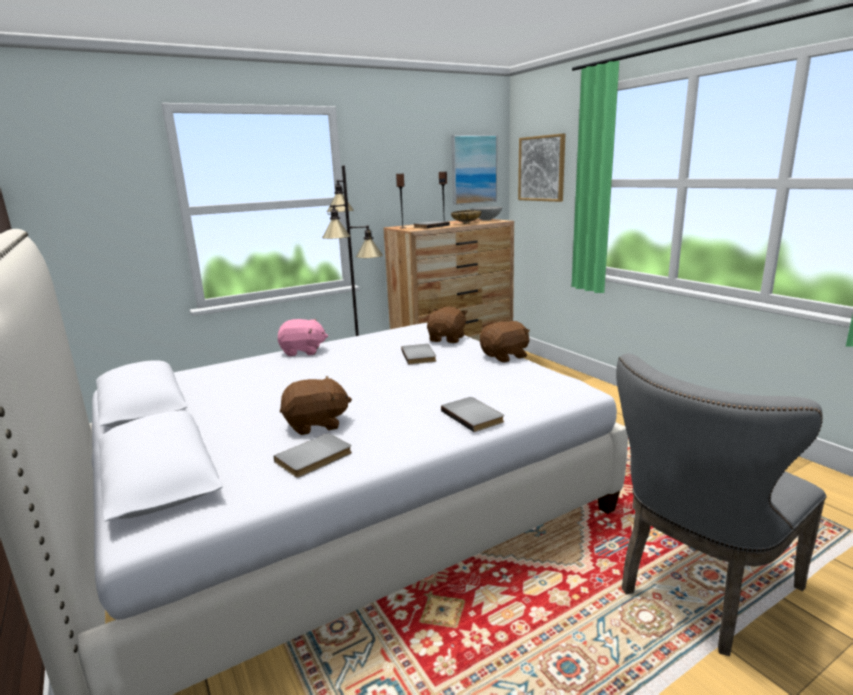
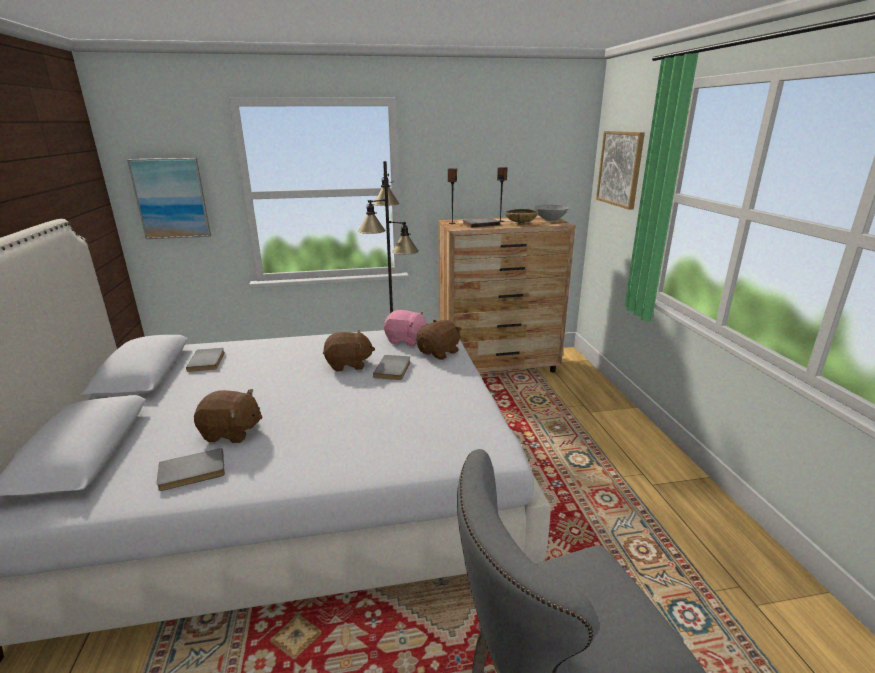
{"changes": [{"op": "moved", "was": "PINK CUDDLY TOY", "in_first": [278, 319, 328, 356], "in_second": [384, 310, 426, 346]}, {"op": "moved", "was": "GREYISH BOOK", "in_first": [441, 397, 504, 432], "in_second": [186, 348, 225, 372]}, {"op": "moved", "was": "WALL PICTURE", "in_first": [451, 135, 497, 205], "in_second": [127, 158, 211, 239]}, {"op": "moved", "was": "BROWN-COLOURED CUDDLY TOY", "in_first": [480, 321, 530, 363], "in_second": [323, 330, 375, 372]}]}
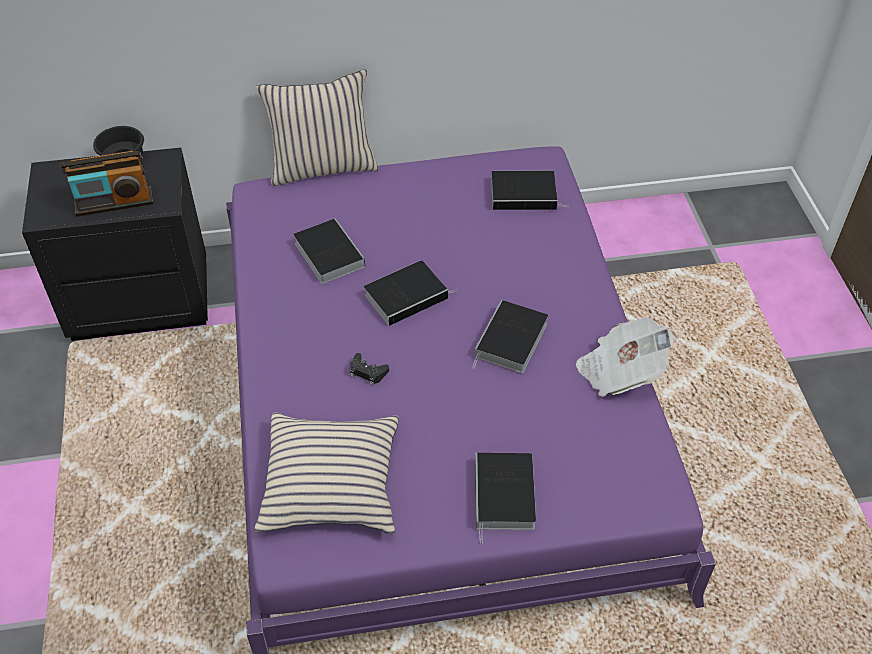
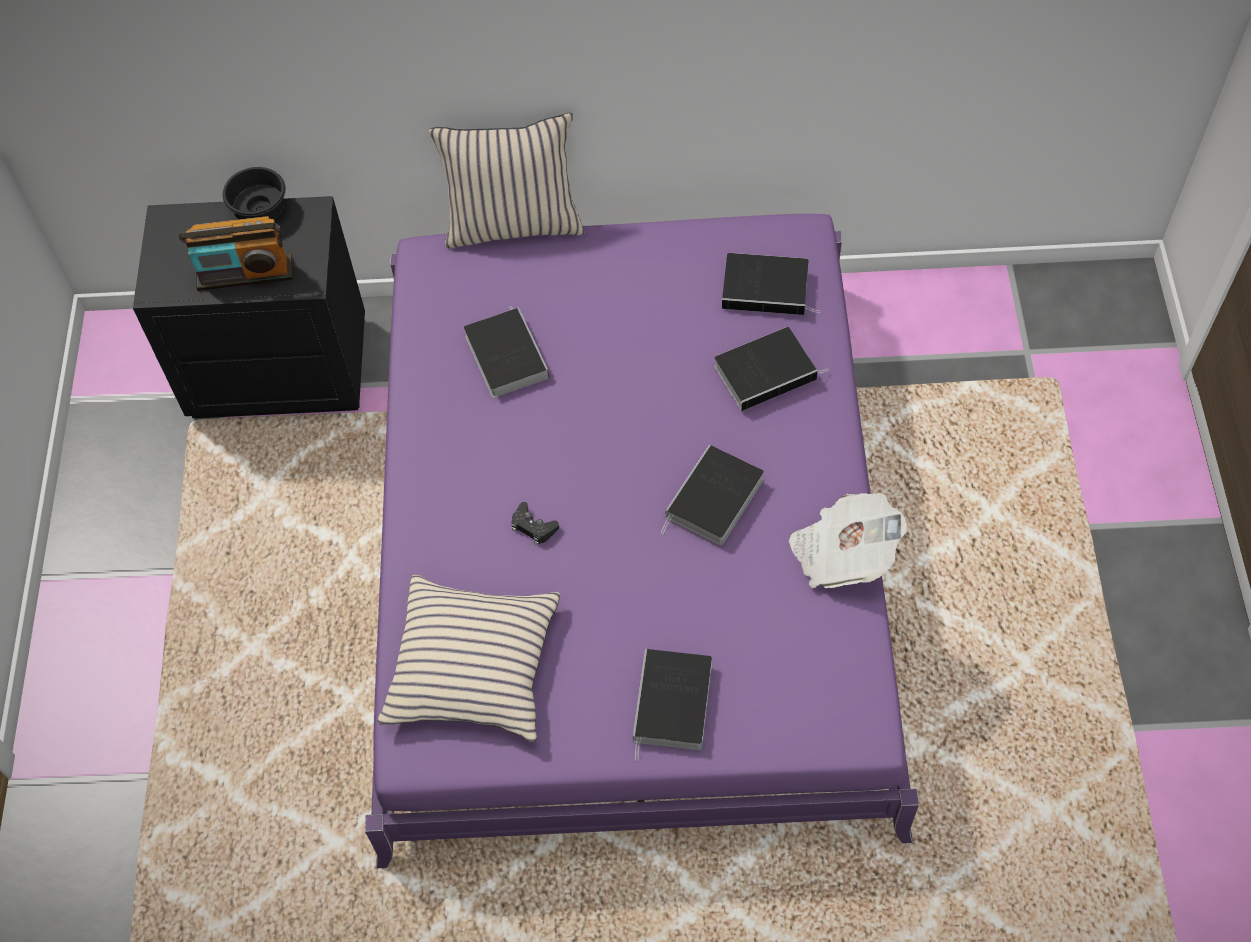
{"changes": [{"op": "moved", "was": "BOOK", "in_first": [364, 260, 457, 326], "in_second": [714, 327, 829, 411]}]}
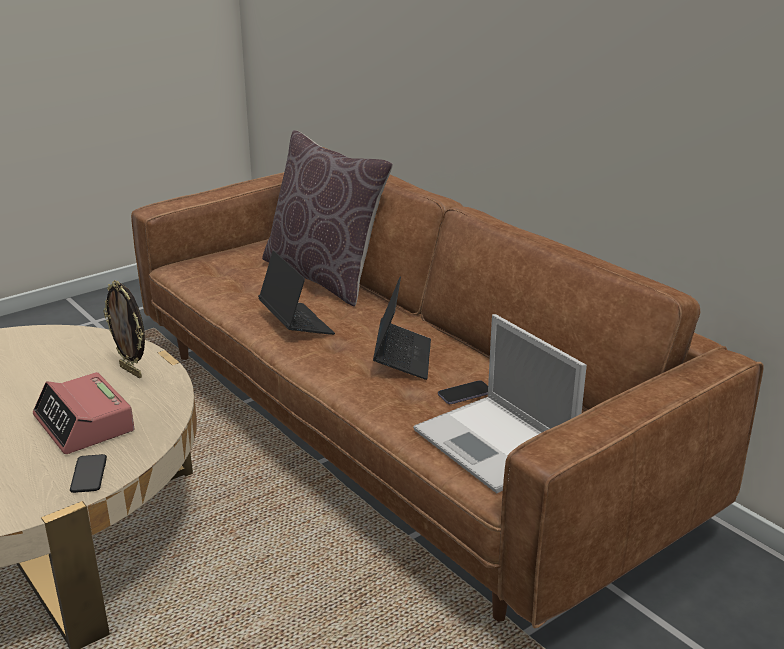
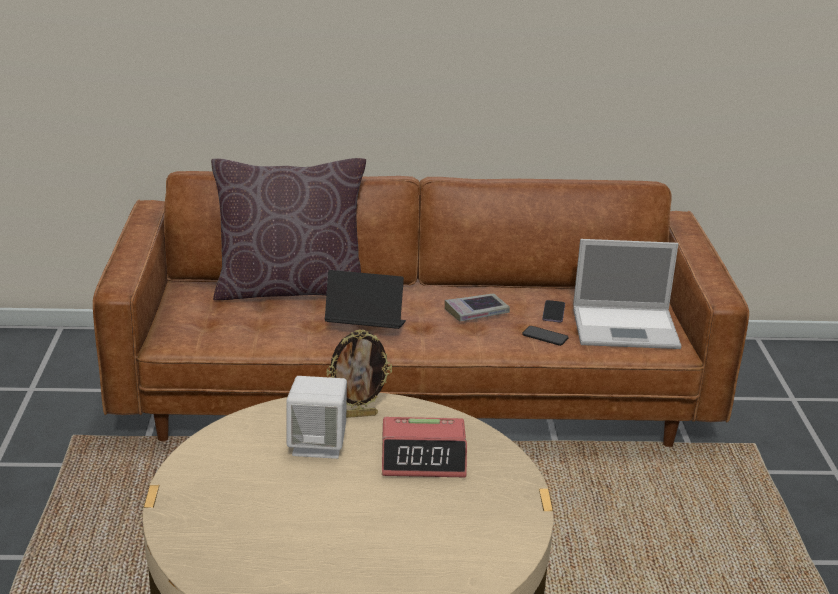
{"changes": [{"op": "moved", "was": "HANDSET", "in_first": [70, 454, 107, 493], "in_second": [522, 326, 569, 346]}, {"op": "replaced", "was": "LAPTOP", "now": "BOOK", "in_first": [373, 276, 431, 380], "in_second": [445, 294, 510, 322]}, {"op": "added", "now": "WHITE-COLOURED SPEAKER", "in_second": [287, 376, 347, 459]}]}
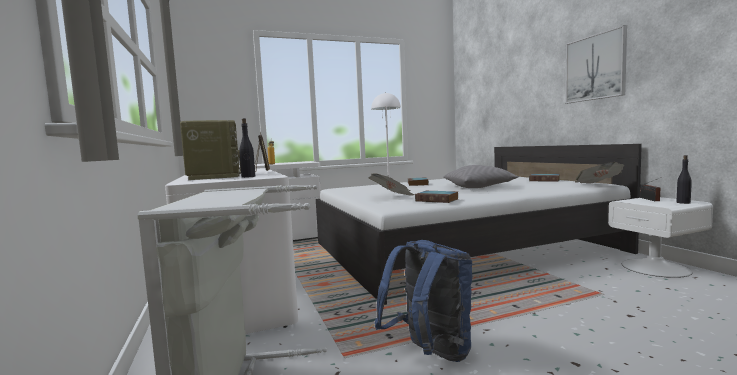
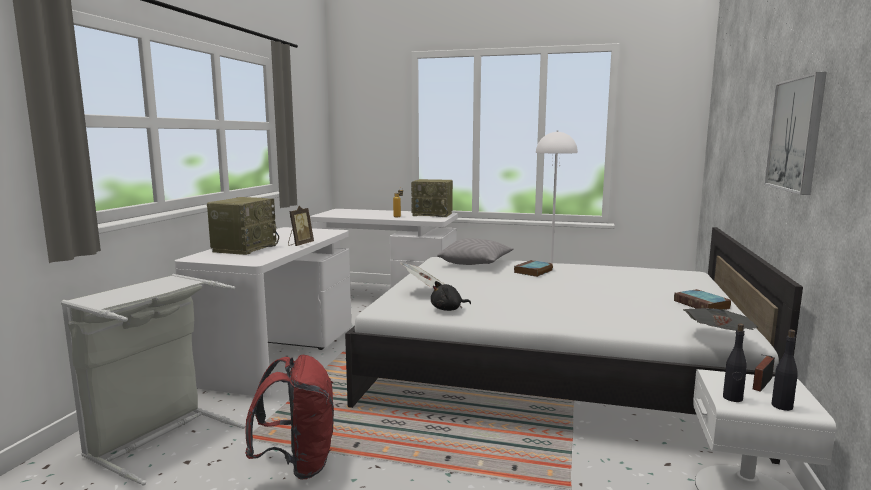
{"changes": [{"op": "moved", "was": "BLACK-COLOURED BOTTLE", "in_first": [239, 118, 255, 178], "in_second": [723, 323, 747, 402]}, {"op": "recoloured", "was": "BLUE-COLOURED BACKPACK", "now": "REDDISH BACKPACK", "in_first": [374, 240, 472, 362], "in_second": [245, 355, 334, 479]}, {"op": "replaced", "was": "BOOK", "now": "BLACK-COLOURED CUDDLY TOY", "in_first": [415, 191, 459, 203], "in_second": [431, 281, 471, 311]}, {"op": "moved", "was": "GREYISH CUSHION", "in_first": [443, 165, 519, 188], "in_second": [437, 238, 514, 265]}, {"op": "added", "now": "RADIO RECEIVER", "in_second": [411, 179, 453, 217]}]}
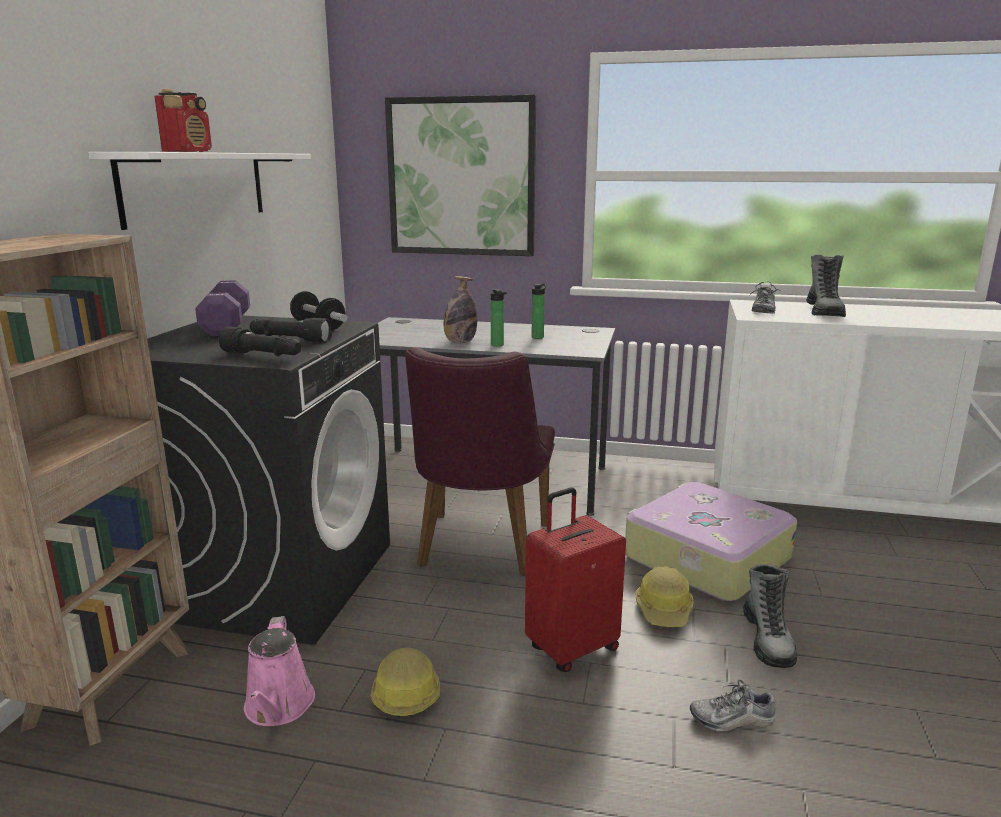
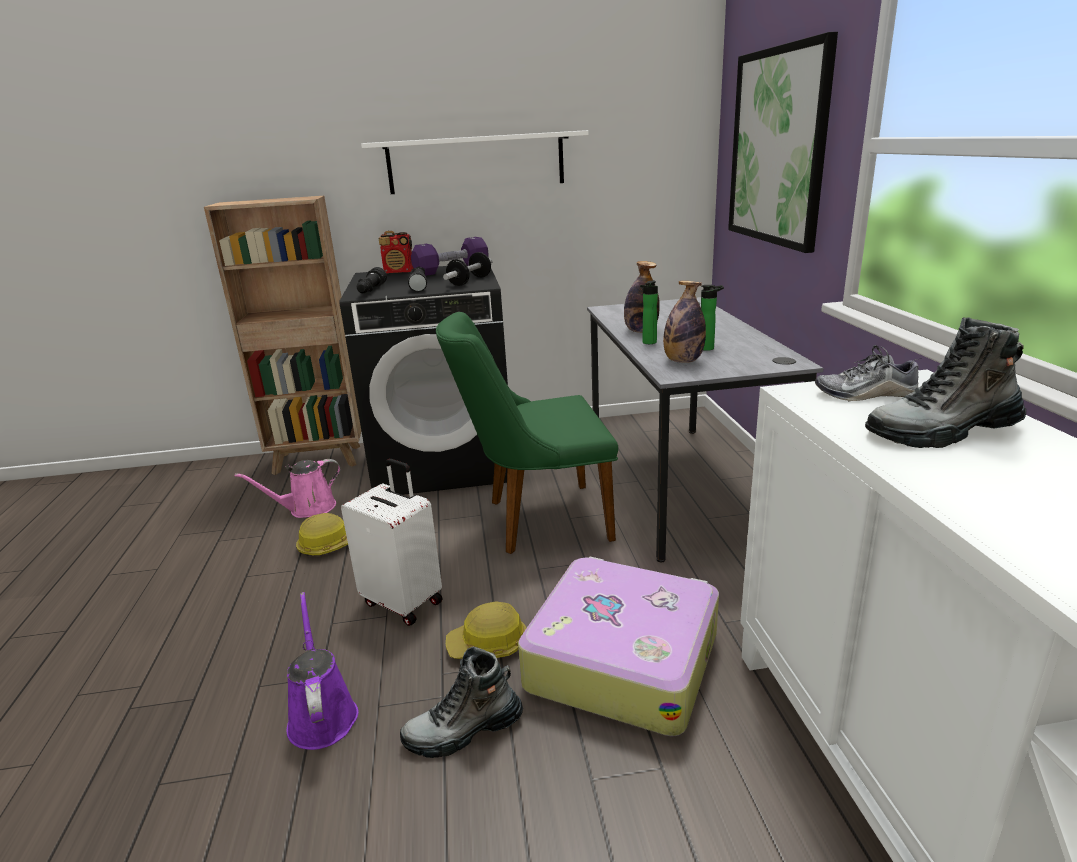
{"changes": [{"op": "moved", "was": "RADIO RECEIVER", "in_first": [155, 89, 212, 152], "in_second": [379, 231, 414, 273]}, {"op": "recoloured", "was": "PURPLISH CHAIR", "now": "GREENISH CHAIR", "in_first": [405, 347, 555, 576], "in_second": [436, 312, 618, 554]}, {"op": "recoloured", "was": "REDDISH PIECE OF LUGGAGE", "now": "WHITE-COLOURED PIECE OF LUGGAGE", "in_first": [525, 487, 626, 672], "in_second": [341, 459, 443, 626]}, {"op": "replaced", "was": "LOW SHOE", "now": "PURPLISH WATERING CAN", "in_first": [690, 679, 776, 732], "in_second": [286, 592, 358, 750]}, {"op": "added", "now": "BOTTLE", "in_second": [663, 281, 706, 363]}]}
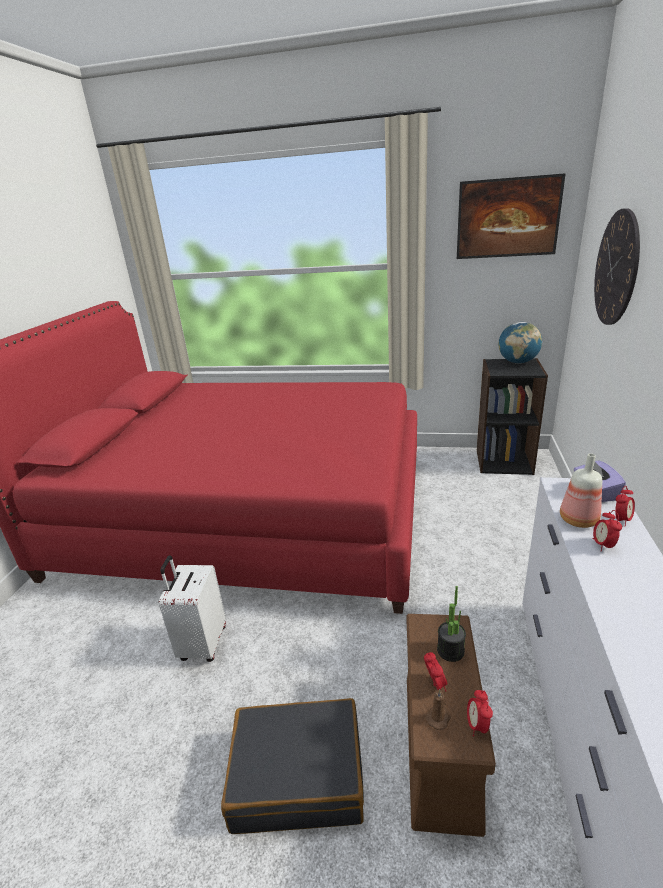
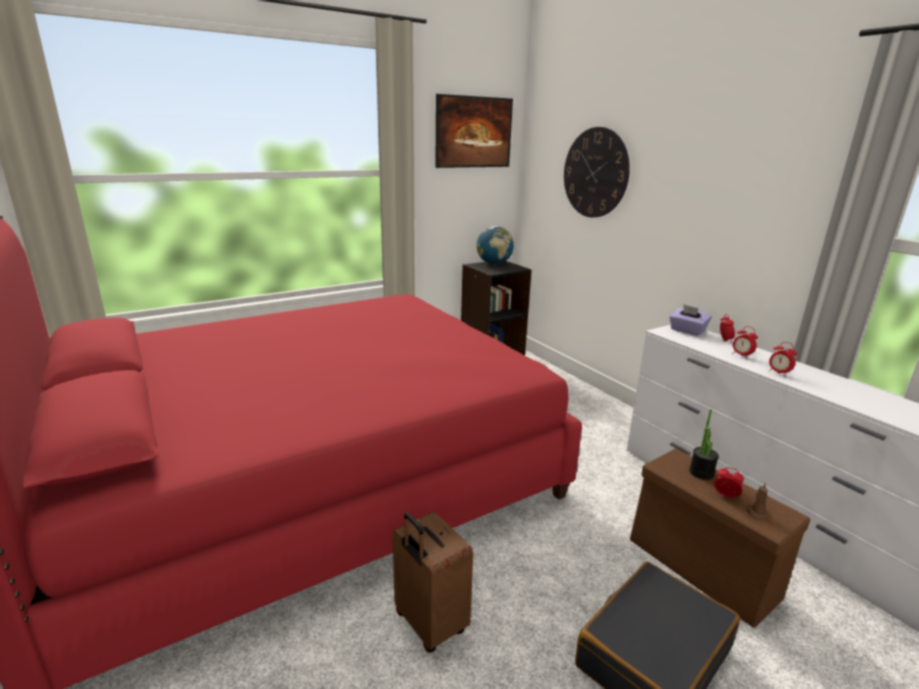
{"changes": [{"op": "recoloured", "was": "WHITE-COLOURED PIECE OF LUGGAGE", "now": "BROWN-COLOURED PIECE OF LUGGAGE", "in_first": [159, 555, 226, 662], "in_second": [393, 511, 473, 653]}, {"op": "moved", "was": "TABLE CLOCK", "in_first": [467, 690, 493, 736], "in_second": [768, 342, 797, 377]}, {"op": "removed", "was": "BOTTLE", "in_first": [560, 453, 602, 528]}]}
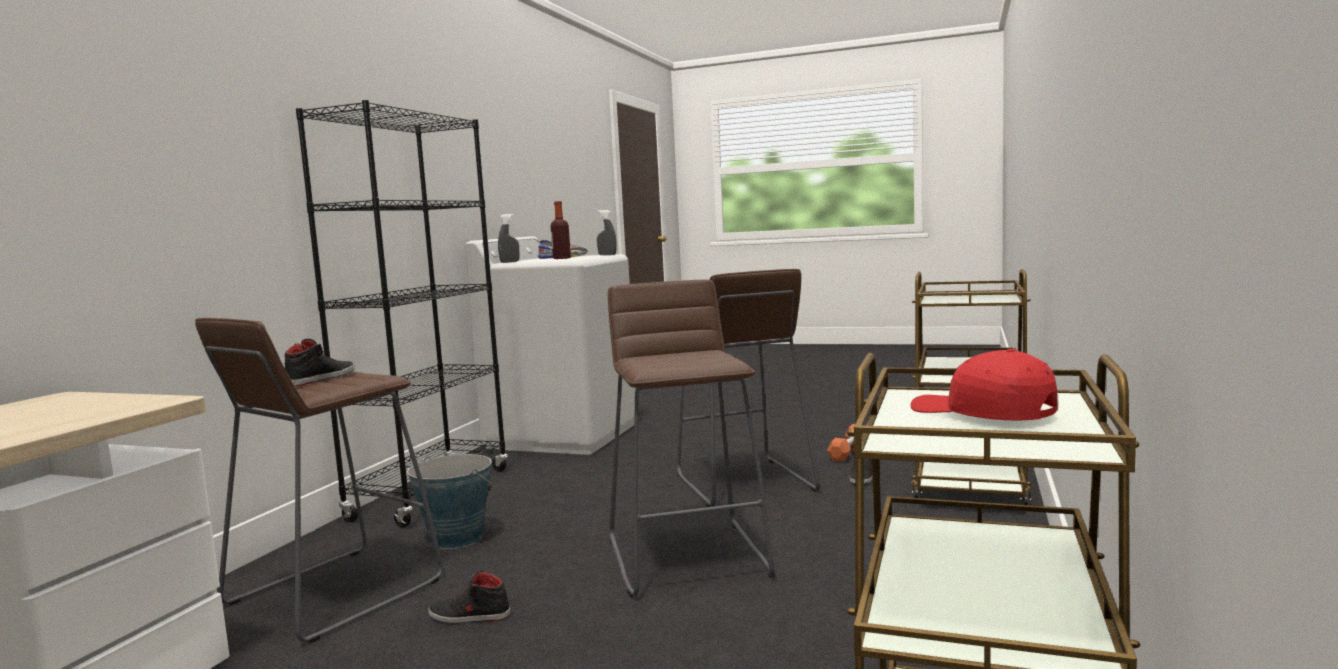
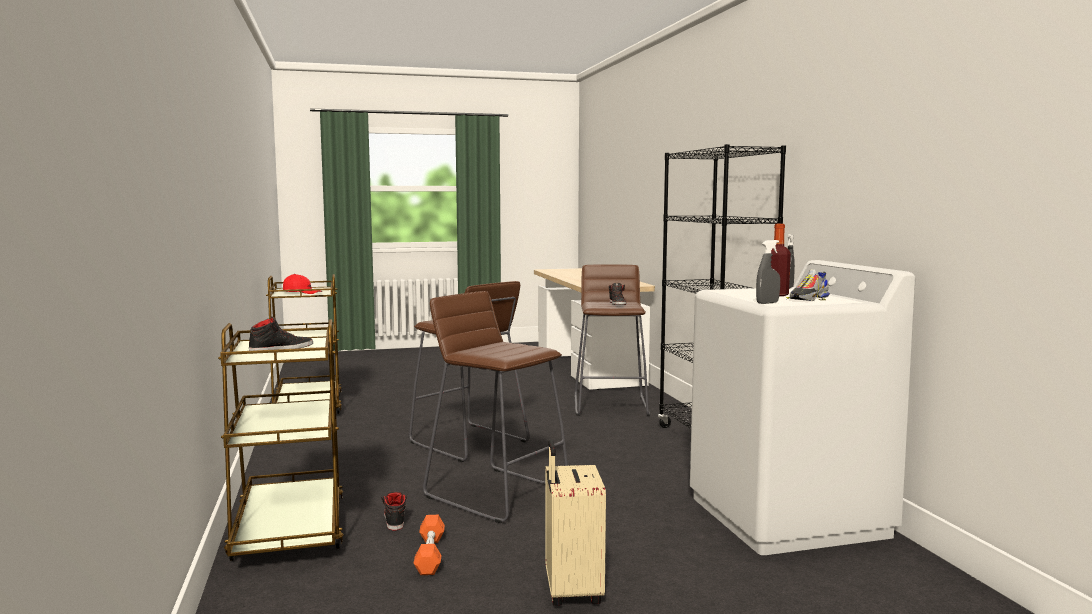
{"changes": [{"op": "removed", "was": "PAIL", "in_first": [407, 454, 494, 549]}, {"op": "moved", "was": "BLACK-COLOURED LOW SHOE", "in_first": [428, 570, 511, 623], "in_second": [249, 316, 313, 351]}, {"op": "added", "now": "SAND-COLOURED PIECE OF LUGGAGE", "in_second": [545, 440, 606, 606]}]}
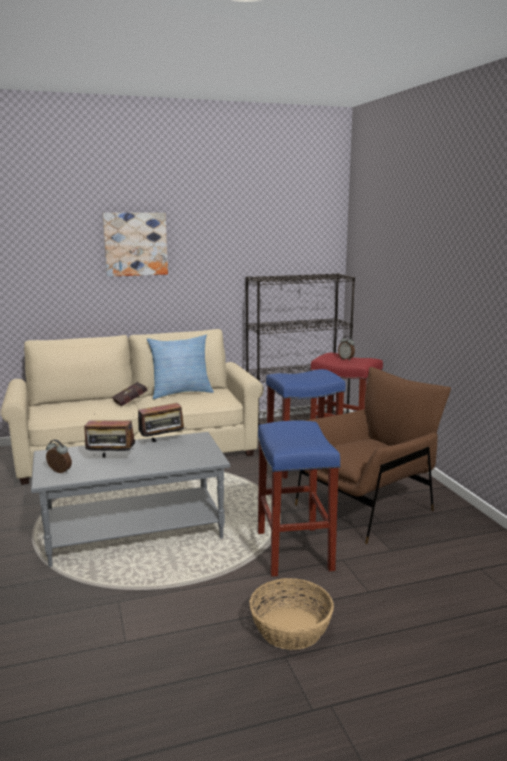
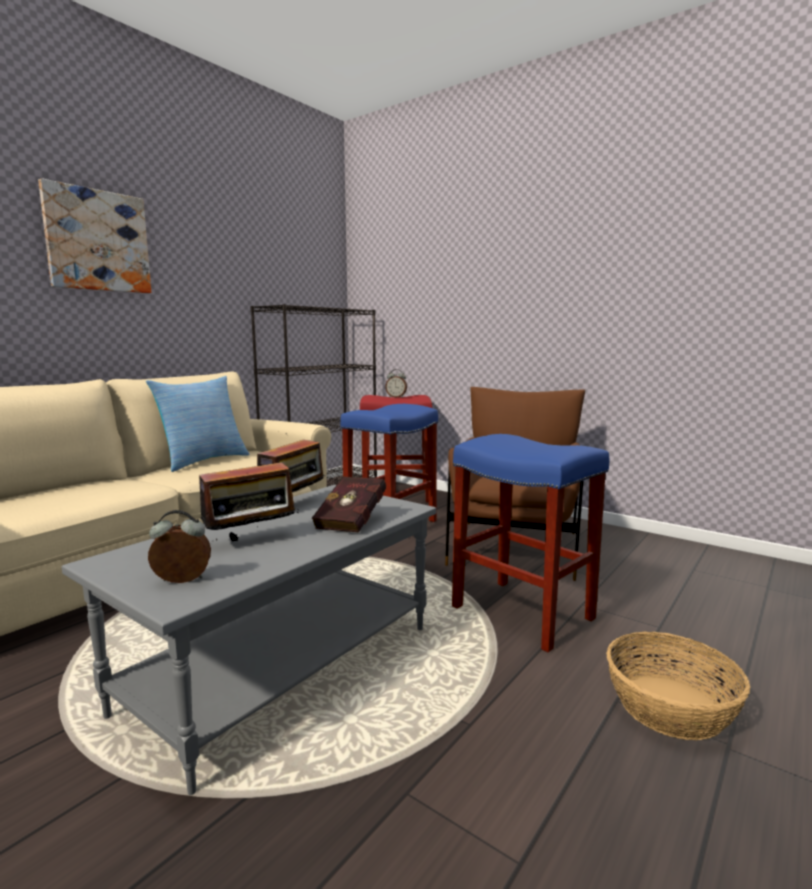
{"changes": [{"op": "moved", "was": "REDDISH BOOK", "in_first": [112, 382, 149, 406], "in_second": [312, 476, 386, 532]}]}
